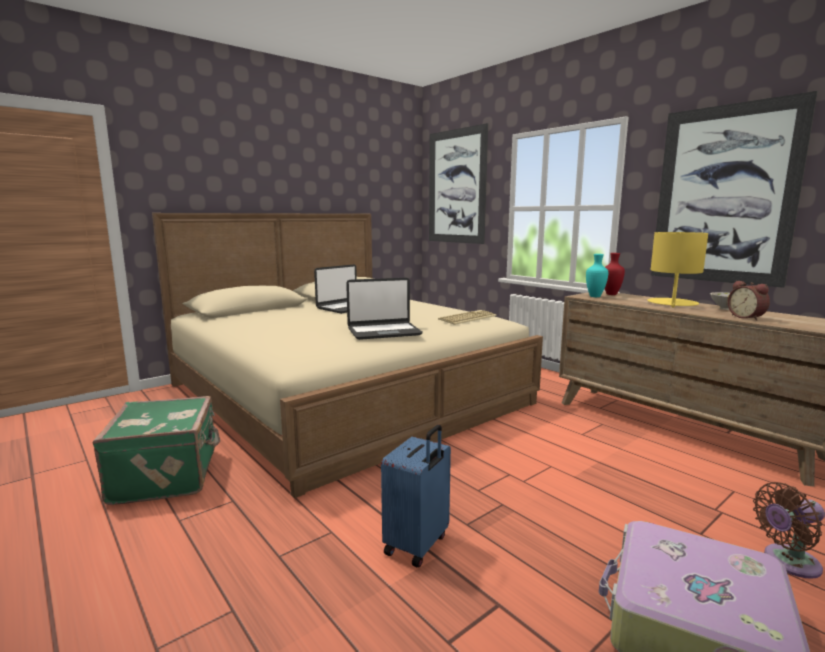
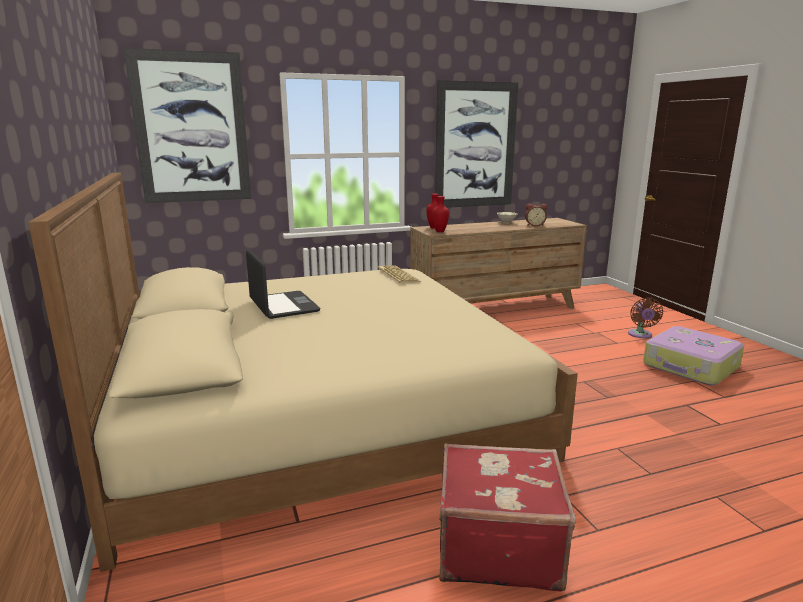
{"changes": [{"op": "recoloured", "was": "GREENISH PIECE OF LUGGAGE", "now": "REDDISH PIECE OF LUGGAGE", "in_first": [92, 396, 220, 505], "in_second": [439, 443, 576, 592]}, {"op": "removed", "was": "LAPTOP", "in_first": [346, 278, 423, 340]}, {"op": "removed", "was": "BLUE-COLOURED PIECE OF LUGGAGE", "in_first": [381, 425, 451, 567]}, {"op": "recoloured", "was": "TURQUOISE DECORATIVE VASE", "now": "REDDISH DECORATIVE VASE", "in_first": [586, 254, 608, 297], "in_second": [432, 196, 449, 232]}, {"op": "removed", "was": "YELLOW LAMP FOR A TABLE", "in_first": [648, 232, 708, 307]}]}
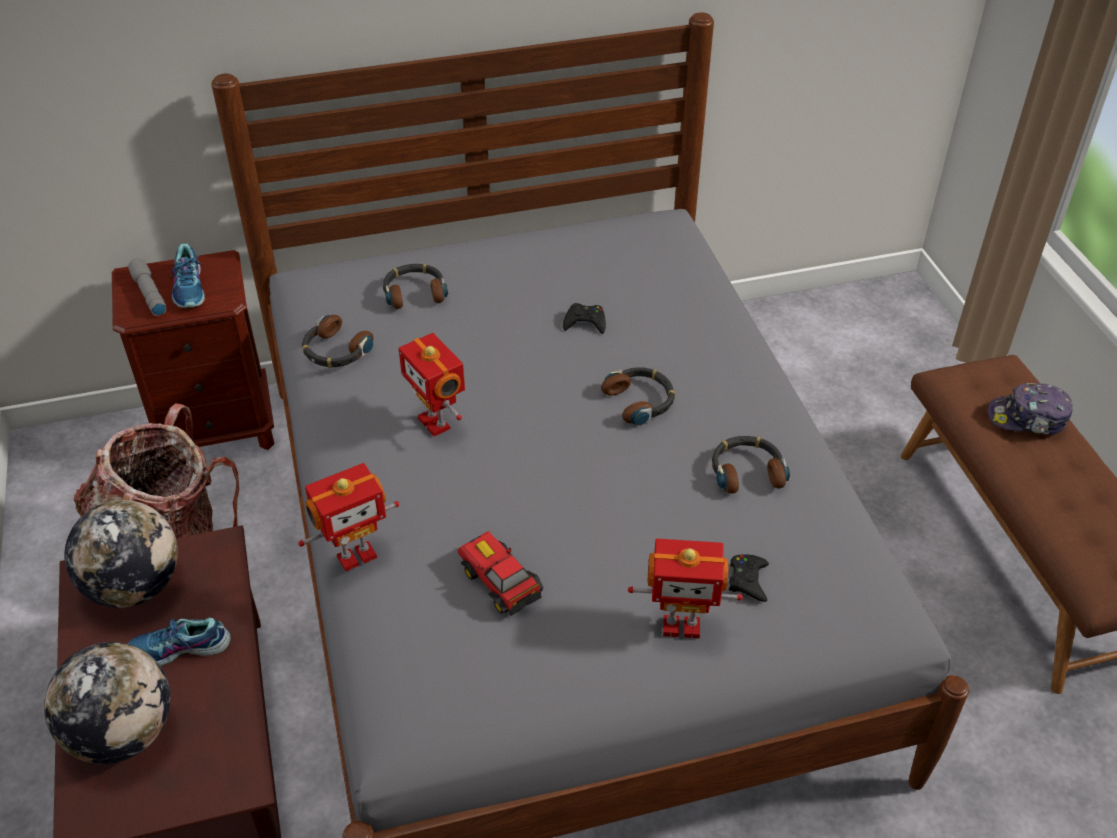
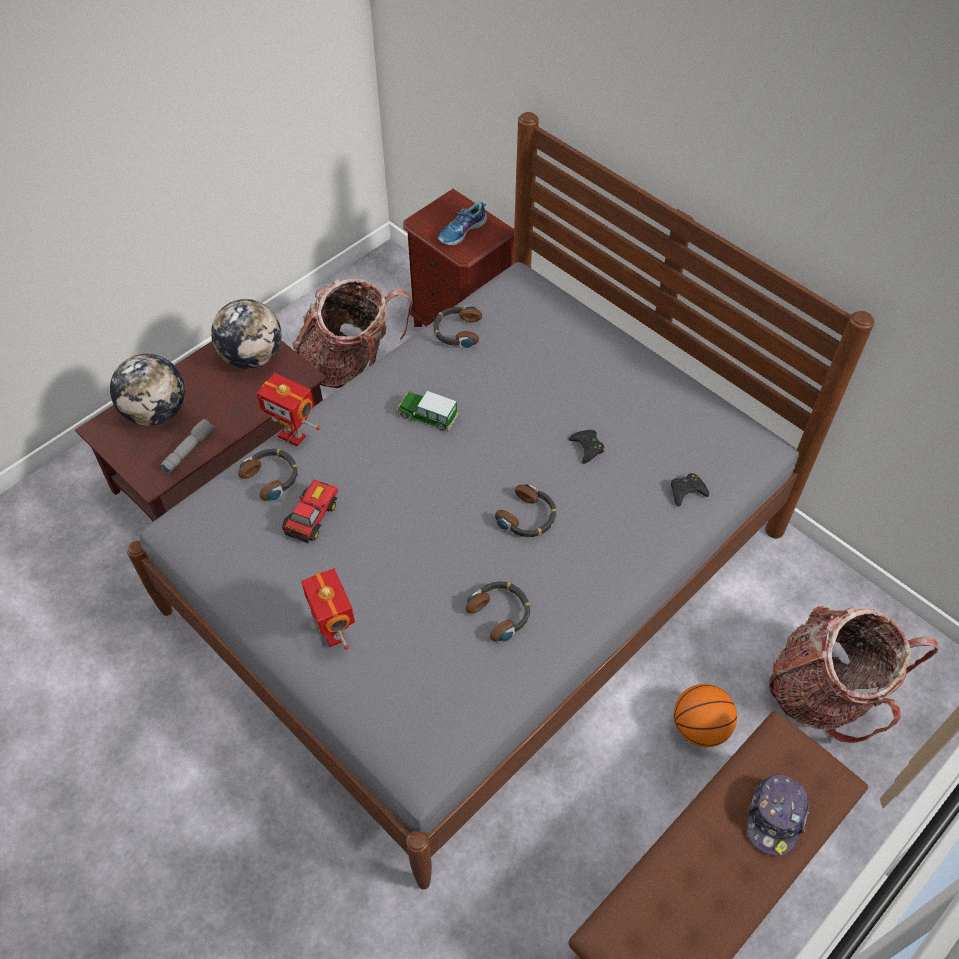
{"changes": [{"op": "removed", "was": "LOW SHOE", "in_first": [127, 617, 231, 666]}, {"op": "moved", "was": "GREYISH HAND TORCH", "in_first": [128, 258, 166, 316], "in_second": [161, 419, 214, 473]}, {"op": "moved", "was": "HEADPHONES", "in_first": [383, 264, 448, 309], "in_second": [238, 449, 298, 500]}, {"op": "replaced", "was": "ROBOT FIGURE", "now": "MODEL CAR", "in_first": [399, 333, 465, 437], "in_second": [396, 391, 459, 432]}, {"op": "moved", "was": "BLACK-COLOURED JOYPAD", "in_first": [729, 554, 769, 602], "in_second": [671, 473, 709, 506]}, {"op": "turned", "was": "CAP", "in_first": [988, 383, 1073, 435], "in_second": [747, 775, 810, 856], "clockwise": -135}, {"op": "added", "now": "BASKETBALL", "in_second": [674, 684, 737, 747]}, {"op": "added", "now": "BACKPACK", "in_second": [769, 606, 938, 743]}]}
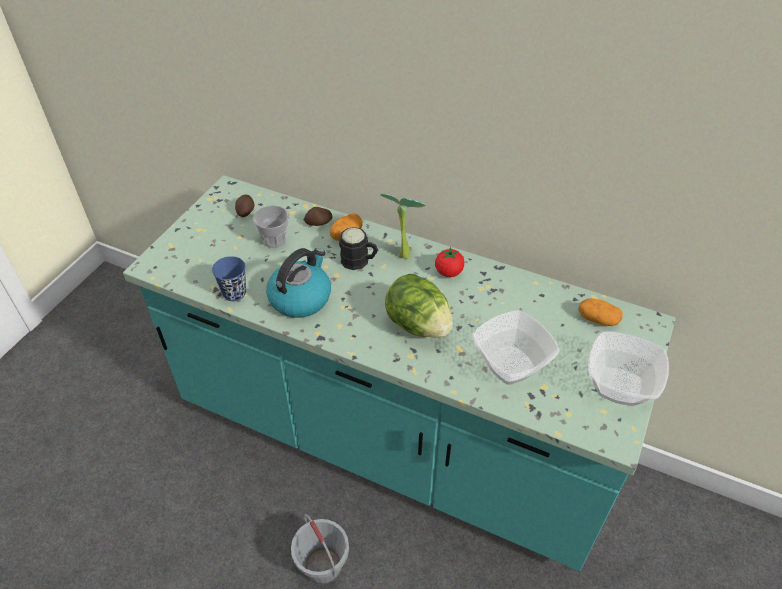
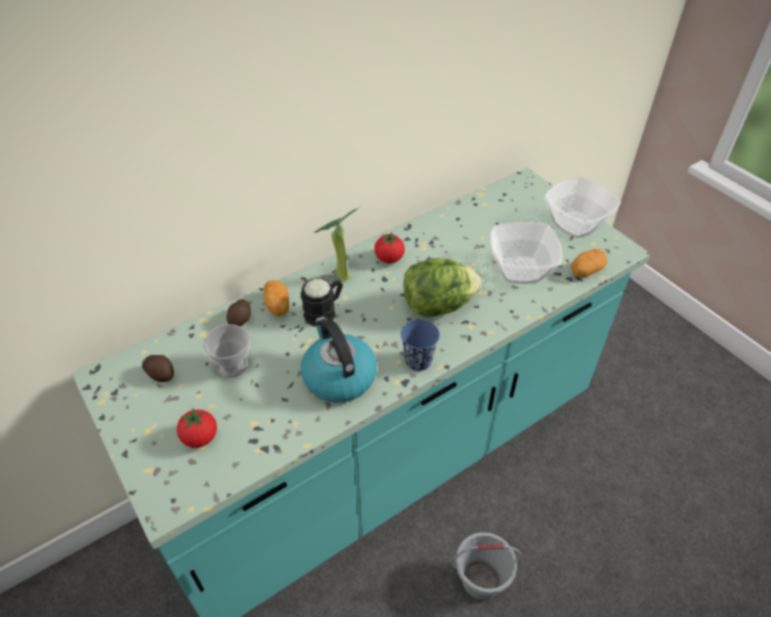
{"changes": [{"op": "moved", "was": "BLUE-COLOURED SMALL CUP", "in_first": [212, 256, 246, 301], "in_second": [401, 319, 440, 371]}, {"op": "moved", "was": "SPUD", "in_first": [578, 298, 623, 326], "in_second": [571, 249, 607, 278]}, {"op": "added", "now": "FRESH TOMATO", "in_second": [177, 408, 217, 448]}]}
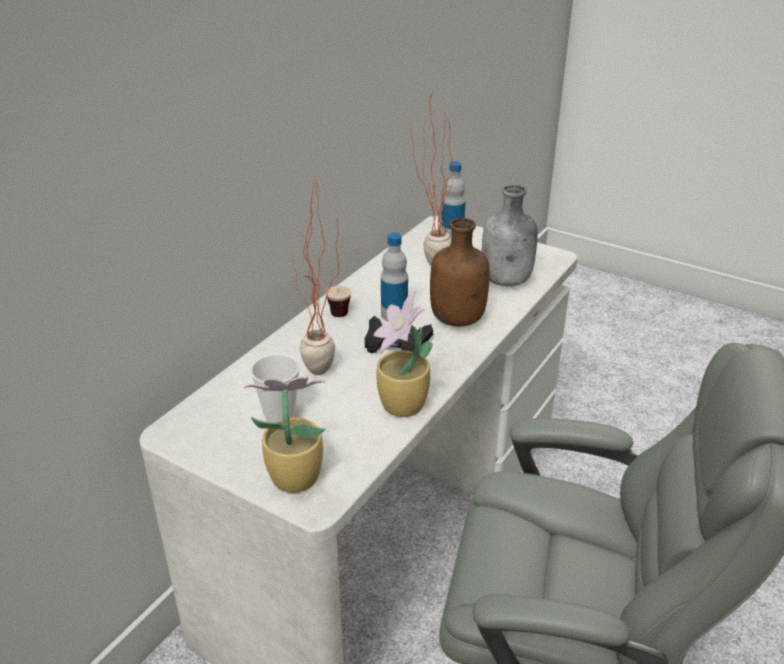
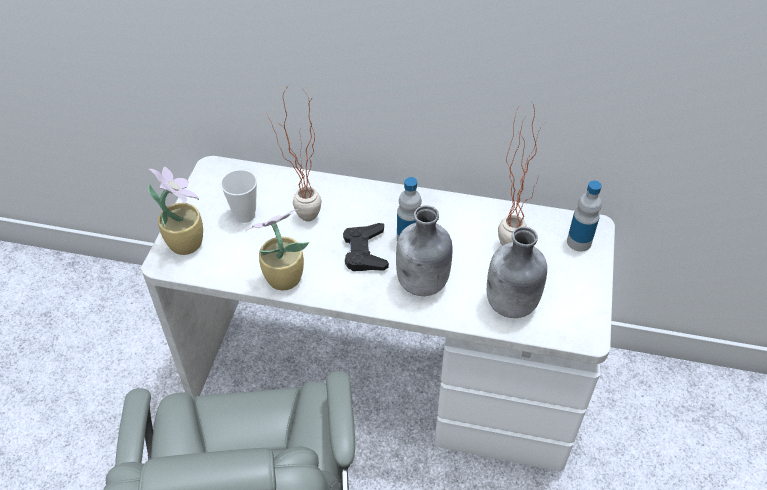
{"changes": [{"op": "removed", "was": "SMALL CUP", "in_first": [304, 275, 351, 317]}, {"op": "recoloured", "was": "BROWN-COLOURED BOTTLE", "now": "GREYISH BOTTLE", "in_first": [430, 218, 490, 327], "in_second": [396, 205, 452, 296]}]}
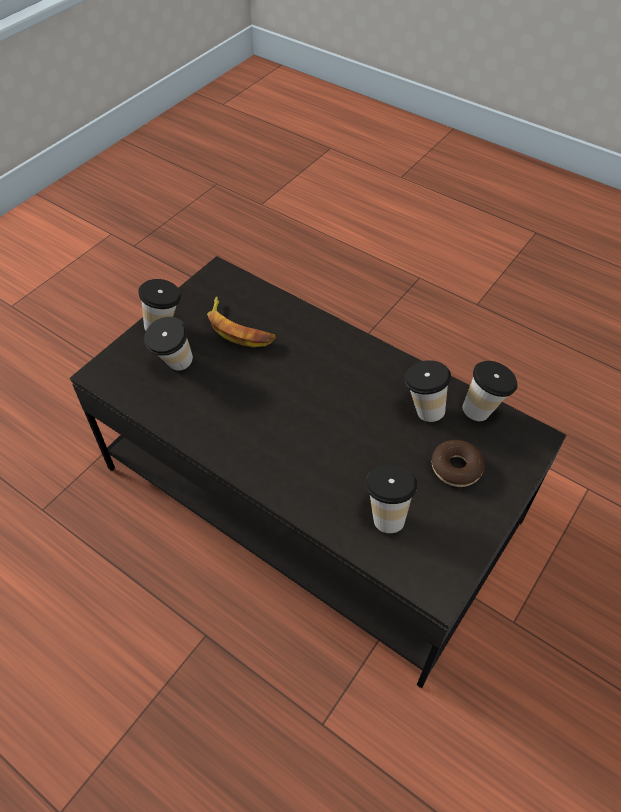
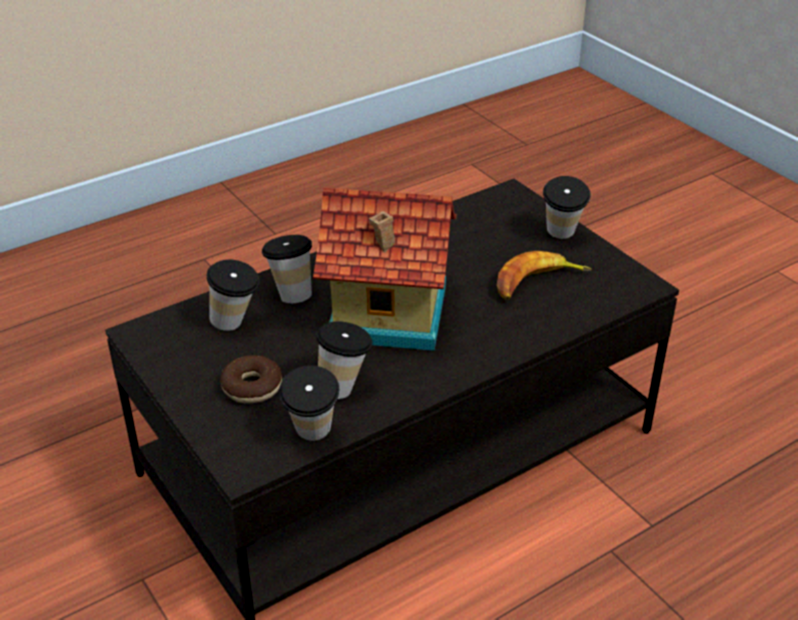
{"changes": [{"op": "moved", "was": "SMALL CUP", "in_first": [144, 317, 193, 371], "in_second": [262, 235, 312, 303]}, {"op": "added", "now": "MODEL HOUSE", "in_second": [313, 188, 457, 351]}]}
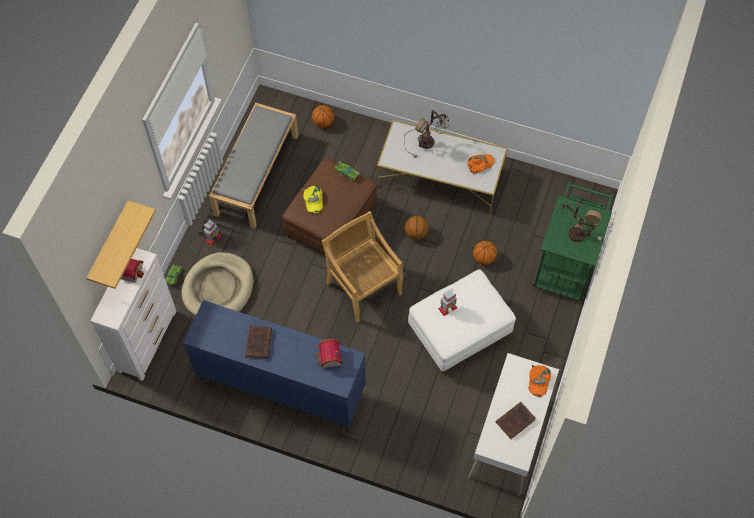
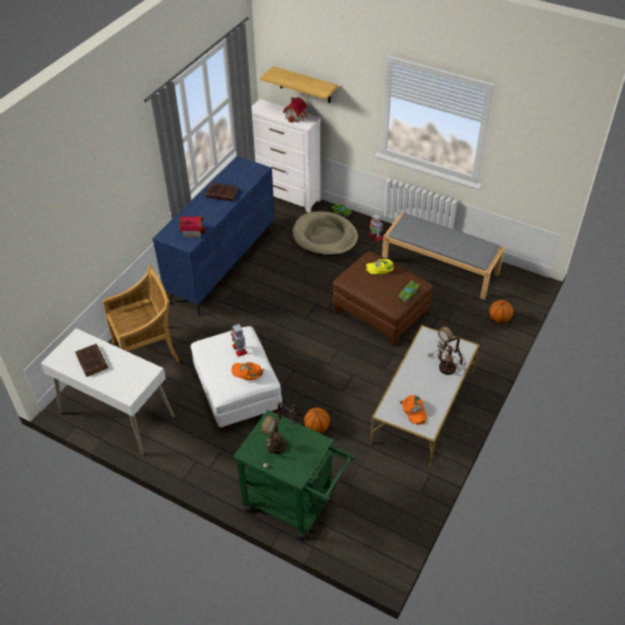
{"changes": [{"op": "moved", "was": "SAND-COLOURED CHAIR", "in_first": [321, 211, 403, 323], "in_second": [103, 265, 179, 362]}, {"op": "removed", "was": "BASKETBALL", "in_first": [405, 216, 429, 240]}, {"op": "moved", "was": "ORANGE-COLOURED CAP", "in_first": [529, 365, 551, 397], "in_second": [231, 362, 264, 380]}]}
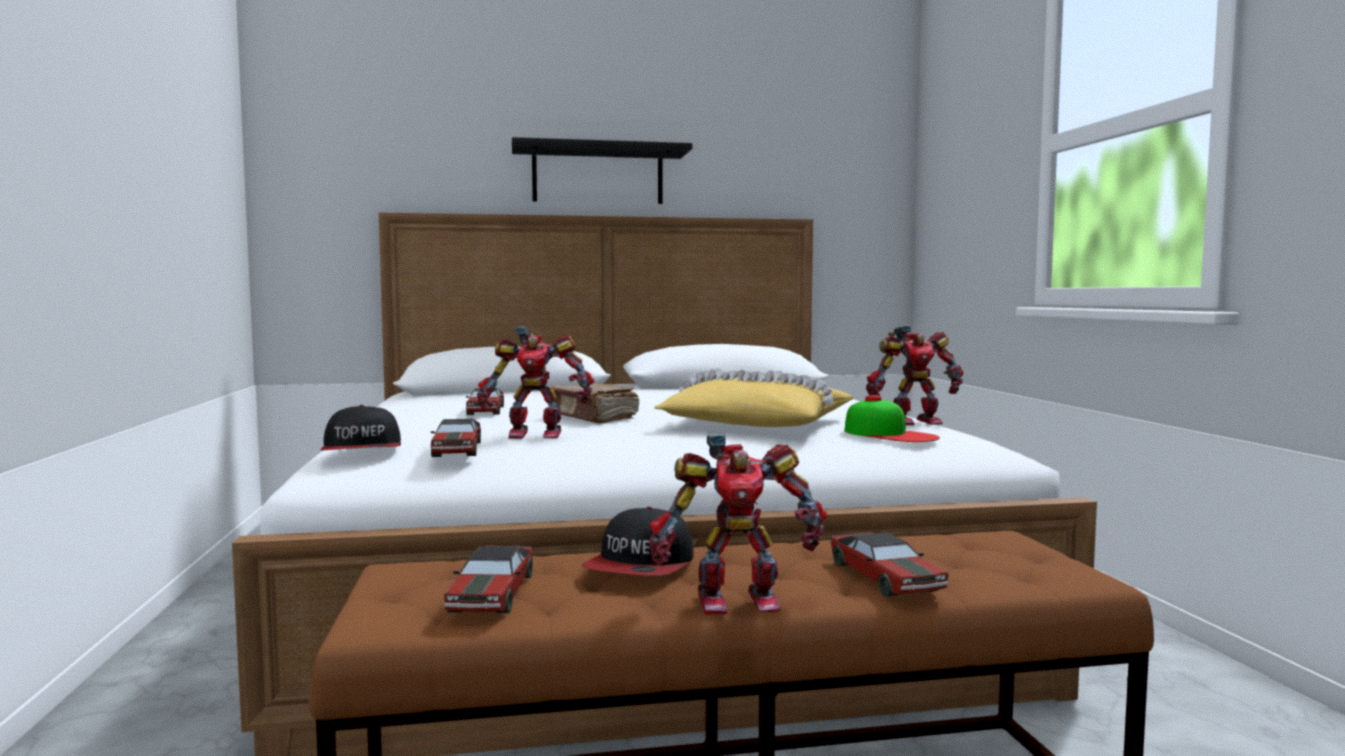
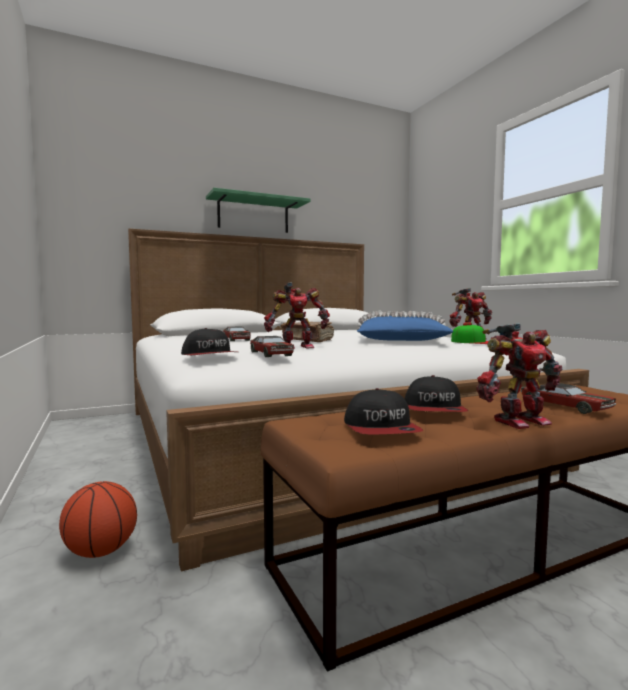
{"changes": [{"op": "replaced", "was": "MODEL CAR", "now": "CAP", "in_first": [444, 546, 533, 613], "in_second": [344, 388, 423, 435]}, {"op": "recoloured", "was": "BLACK-COLOURED SHELF", "now": "GREENISH SHELF", "in_first": [512, 137, 693, 204], "in_second": [206, 188, 310, 233]}, {"op": "recoloured", "was": "YELLOW CUSHION", "now": "BLUE-COLOURED CUSHION", "in_first": [654, 368, 854, 427], "in_second": [357, 310, 453, 341]}, {"op": "added", "now": "BASKETBALL", "in_second": [59, 481, 137, 558]}]}
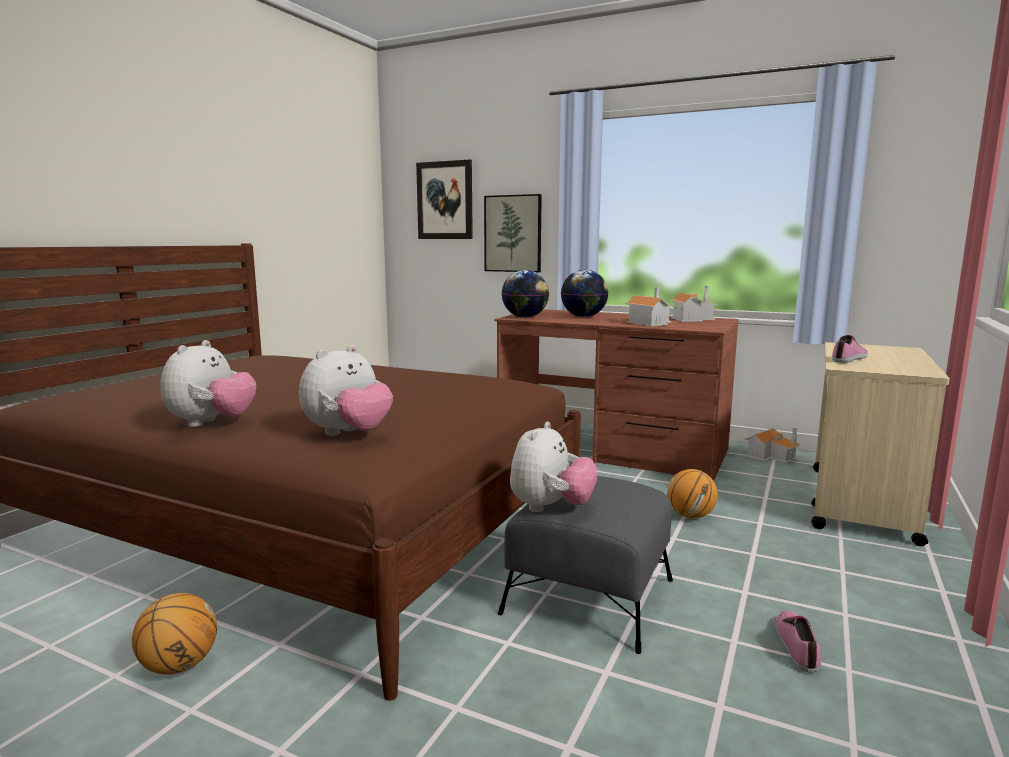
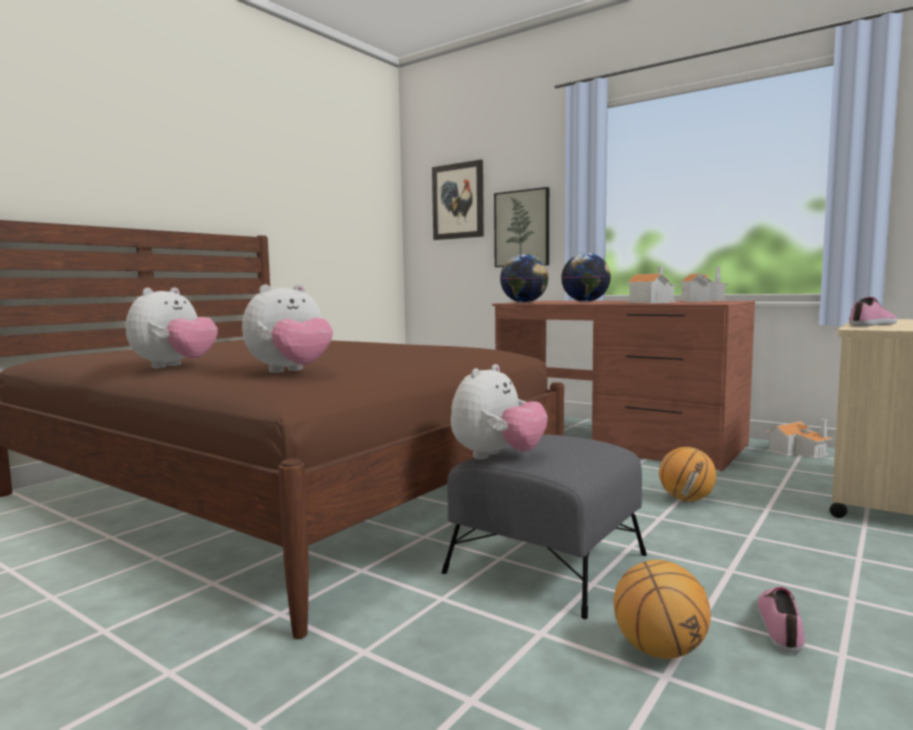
{"changes": [{"op": "moved", "was": "BASKETBALL", "in_first": [132, 593, 217, 675], "in_second": [614, 560, 711, 659]}]}
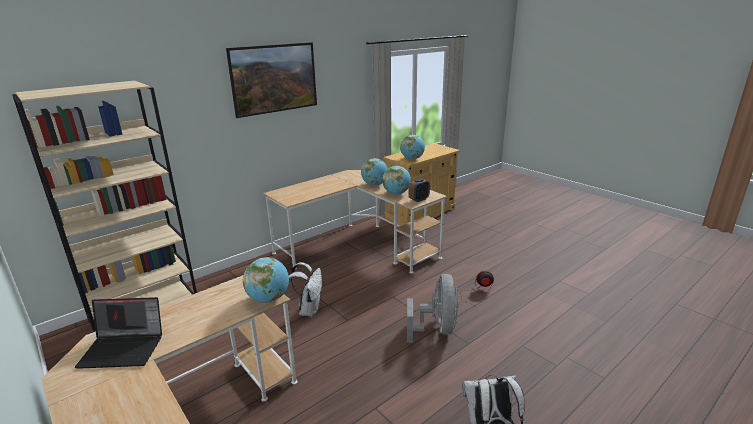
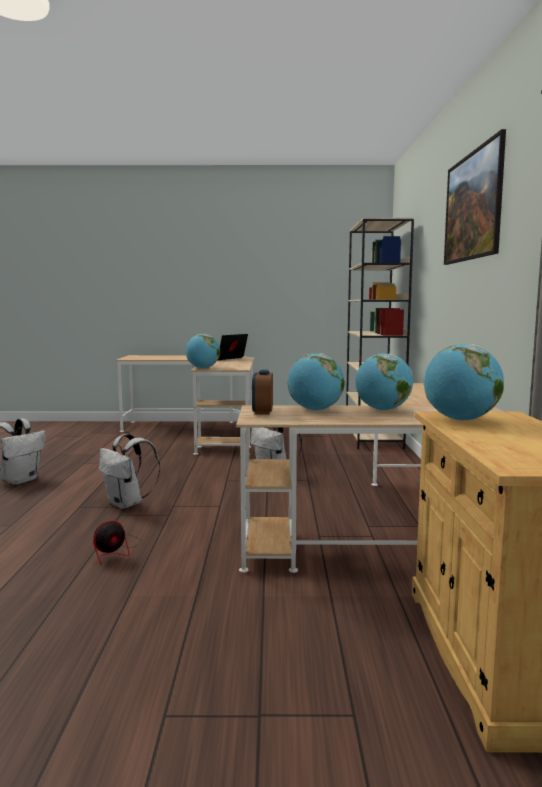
{"changes": [{"op": "replaced", "was": "GREYISH ELECTRIC FAN", "now": "WHITE-COLOURED BACKPACK", "in_first": [407, 274, 459, 343], "in_second": [99, 434, 160, 509]}]}
